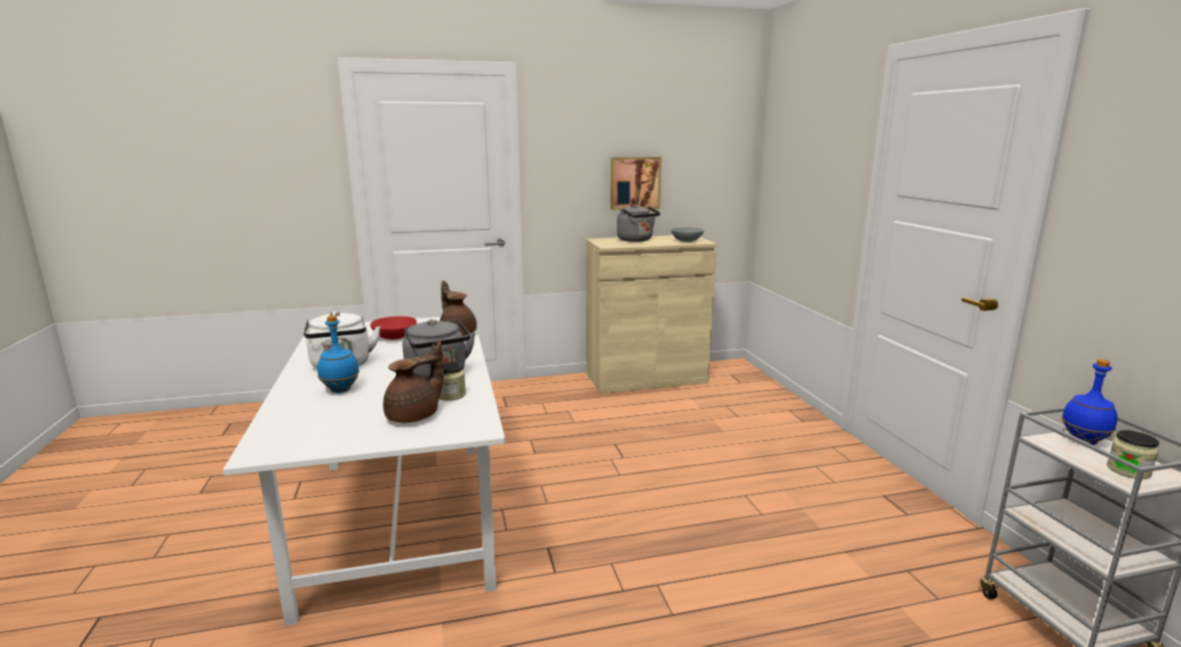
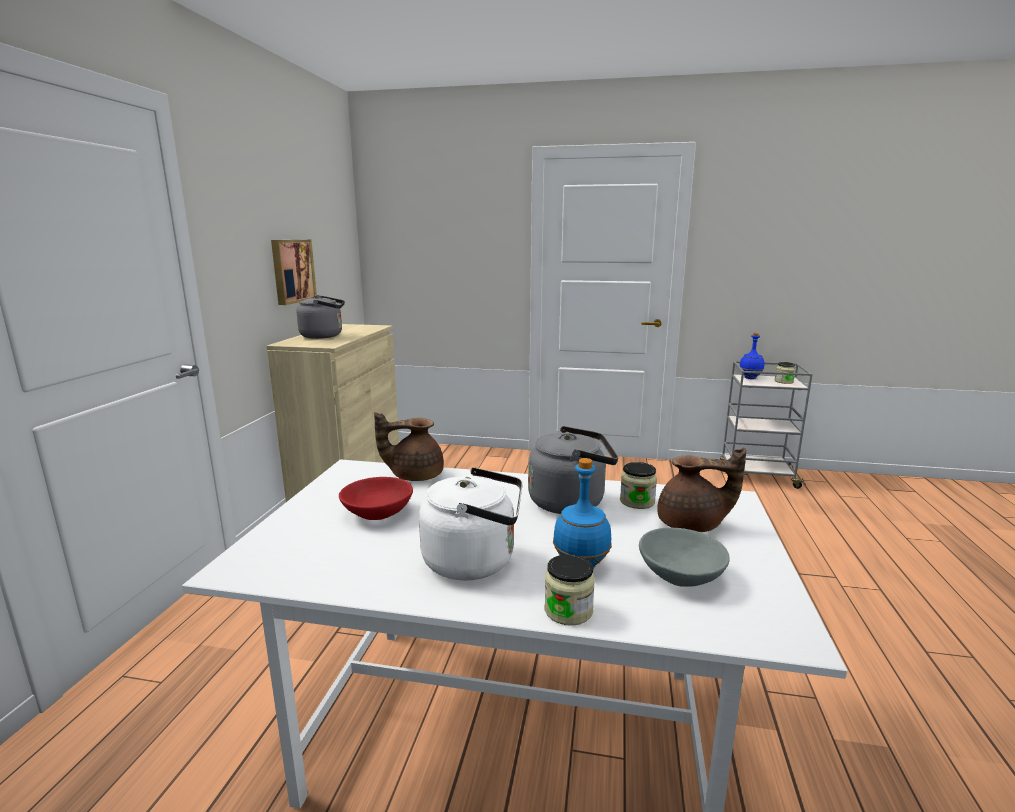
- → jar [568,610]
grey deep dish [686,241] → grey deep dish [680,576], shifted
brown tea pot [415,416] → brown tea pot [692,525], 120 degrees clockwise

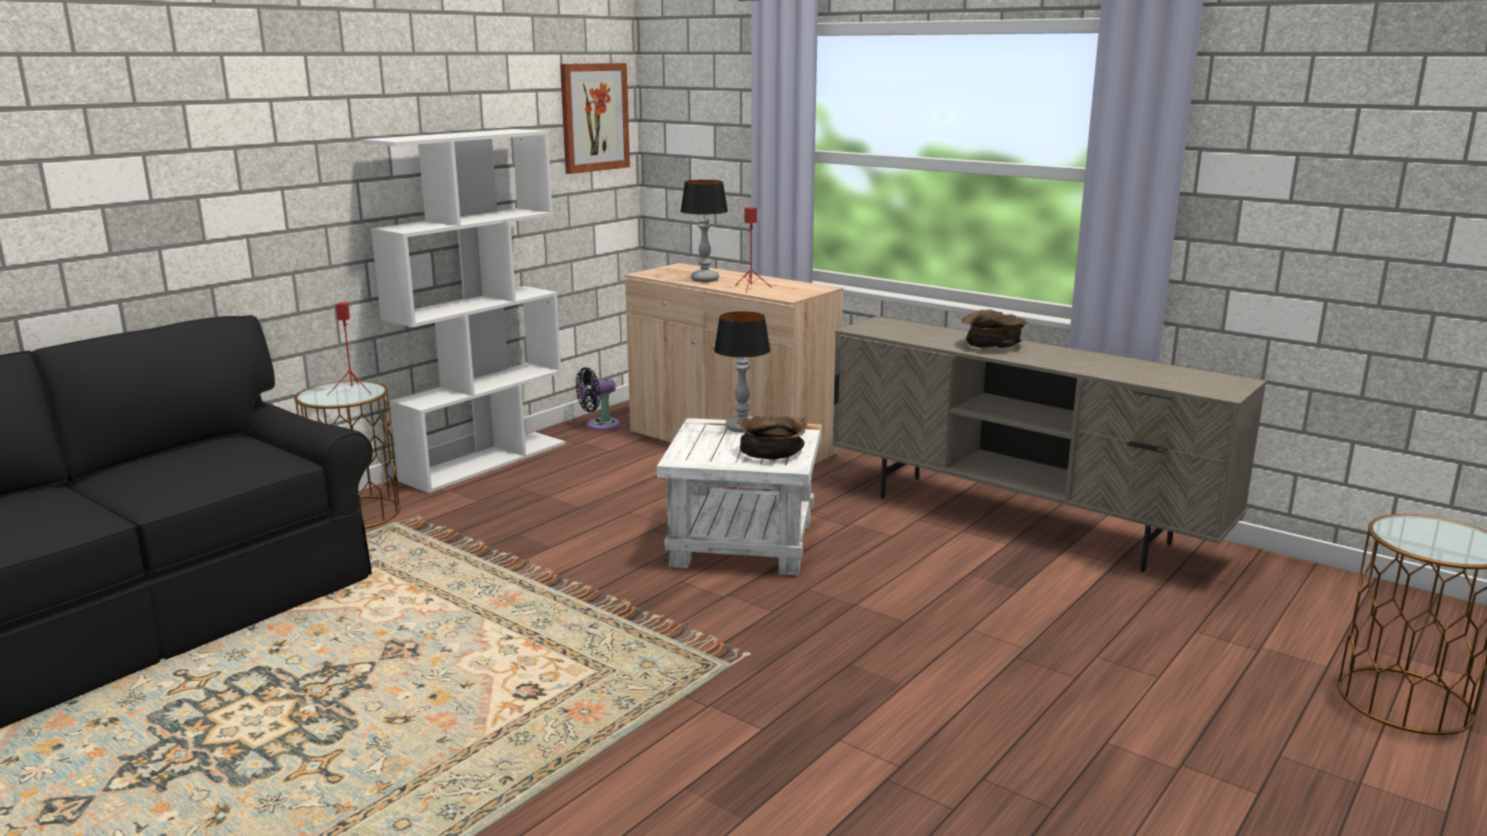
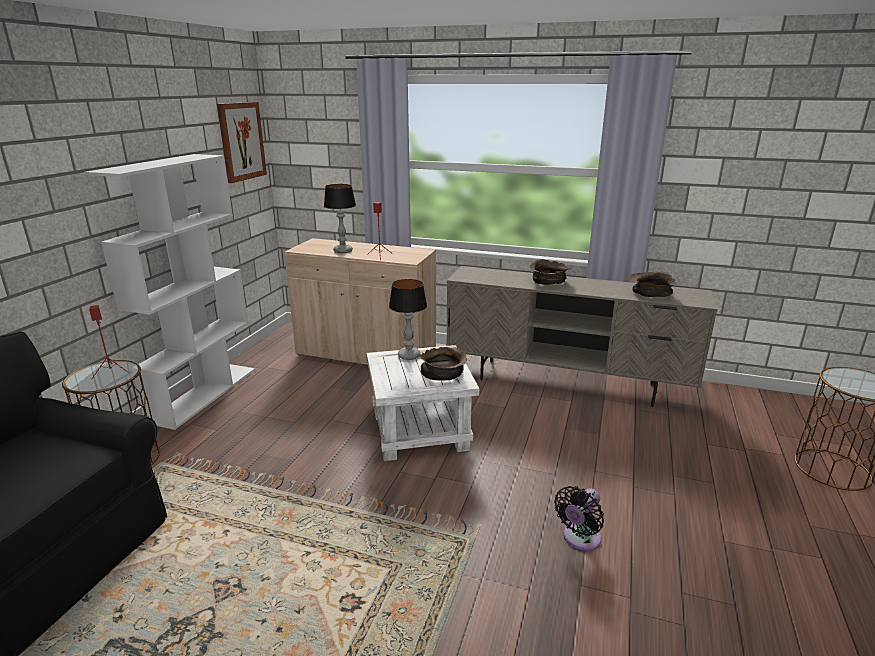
black-coloured electric fan [599,425] → black-coloured electric fan [579,539], shifted
- → brown deep dish [650,294]

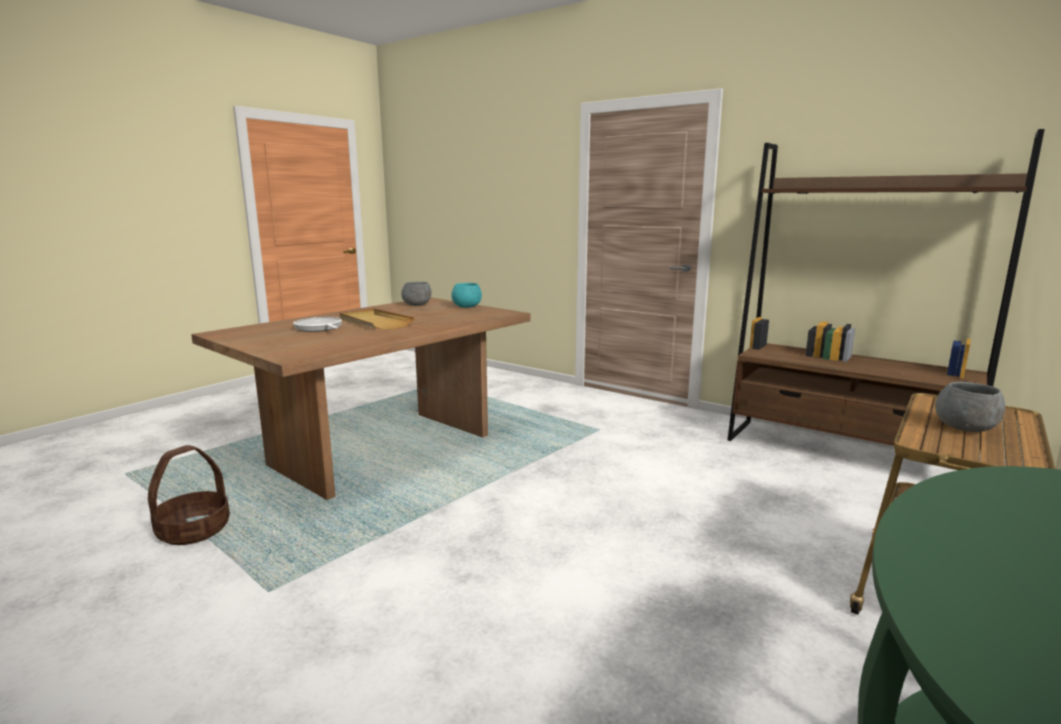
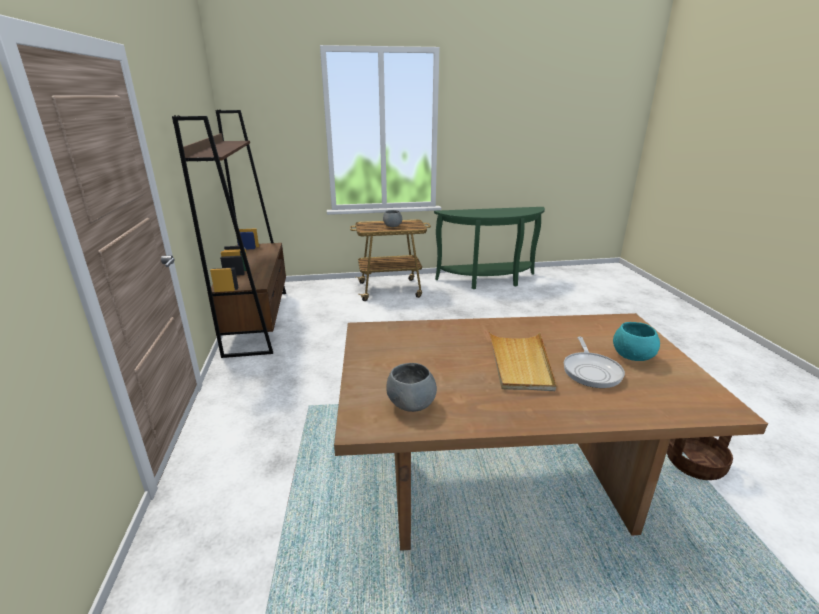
turquoise-coloured deep dish [467,307] → turquoise-coloured deep dish [632,356], shifted

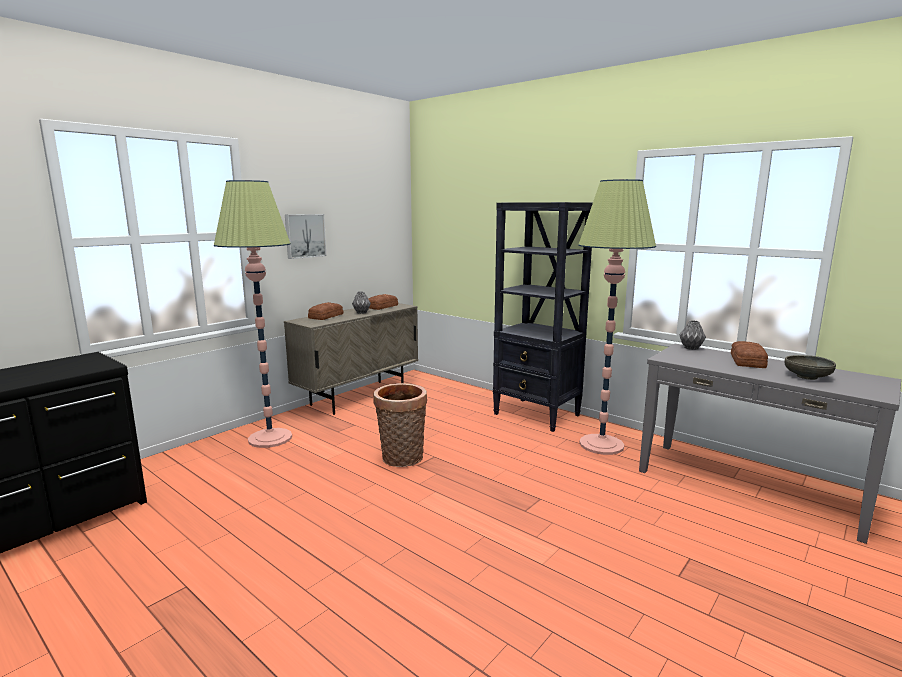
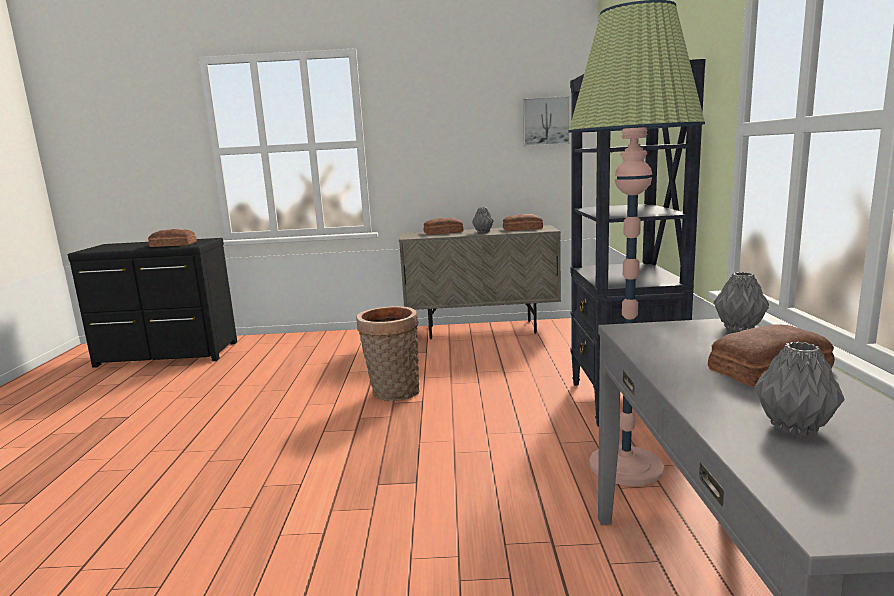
- → bakery bread [173,245]
wall picture [304,235] → wall picture [545,121], shifted
grey deep dish [807,377] → grey flower vase [792,427]
standing lamp [270,438] → -

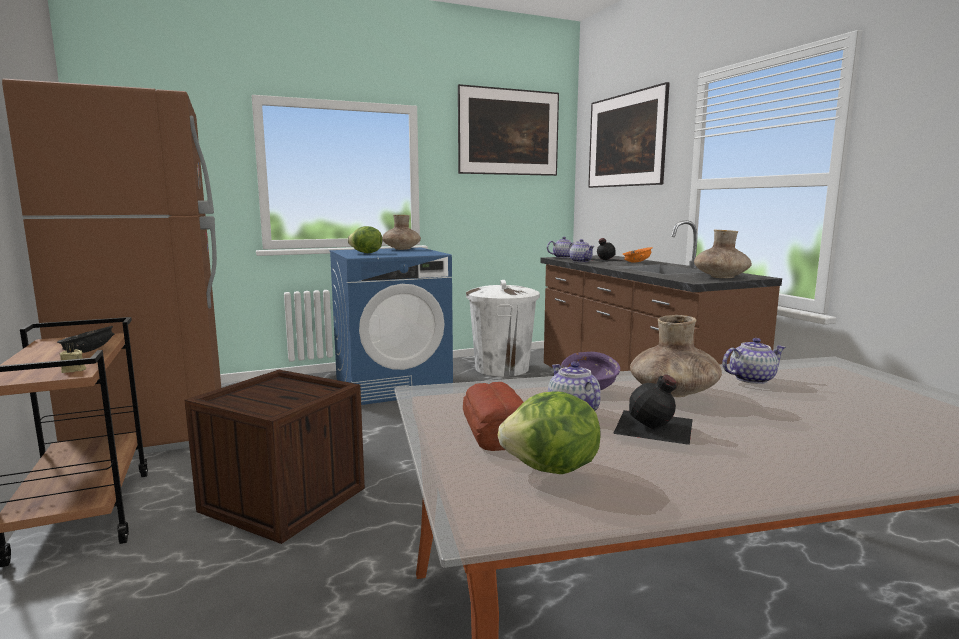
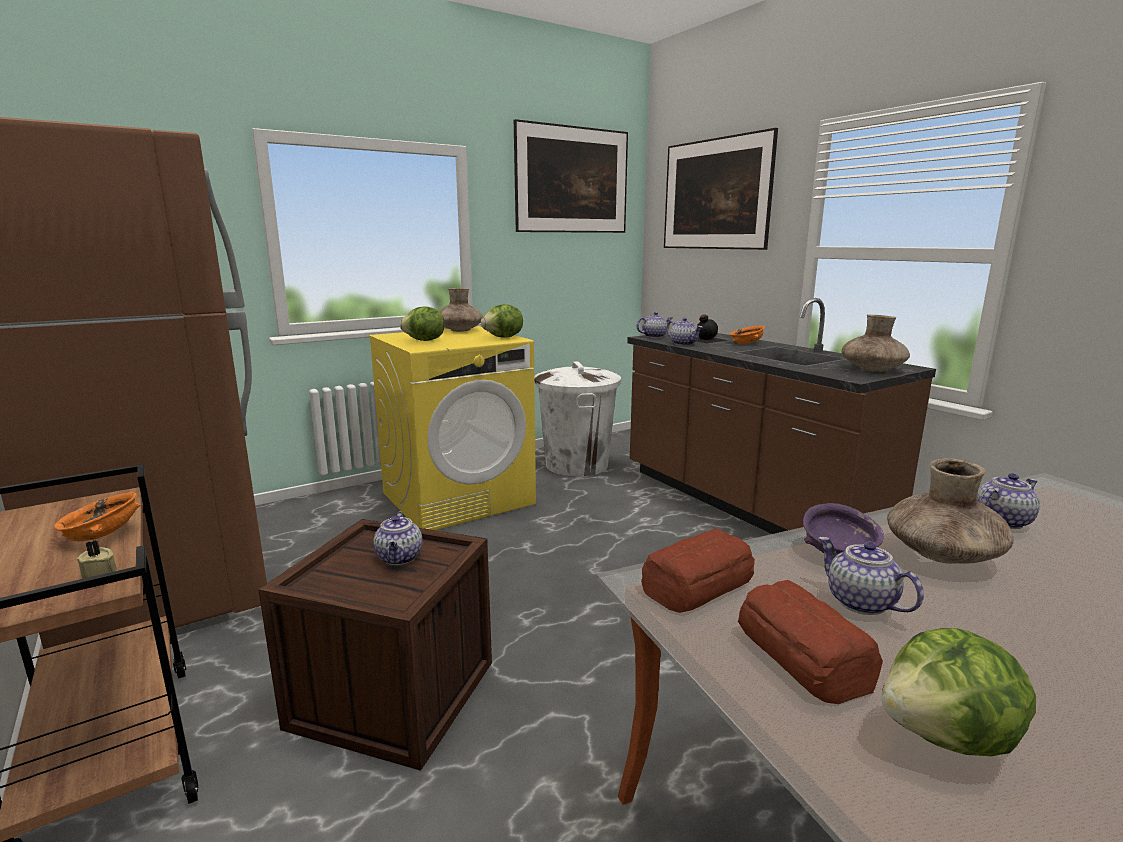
black-coloured deep dish [88,351] → orange-coloured deep dish [103,534]
blue laundry machine [393,385] → yellow laundry machine [458,498]
- → tea pot [400,558]
- → lettuce head [504,337]
- → bakery bread [695,585]
black-coloured beverage bottle [655,426] → -

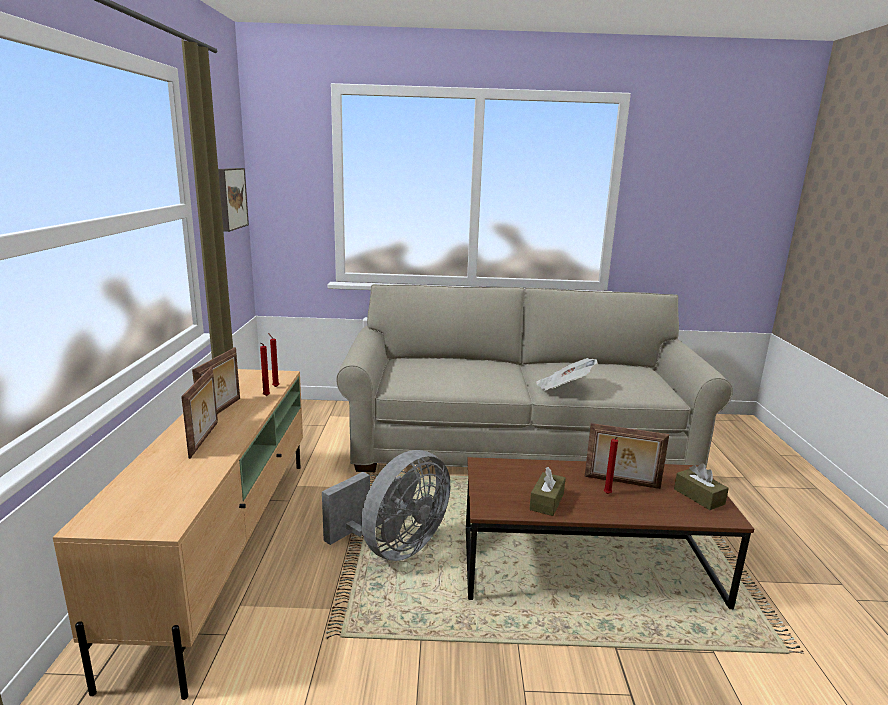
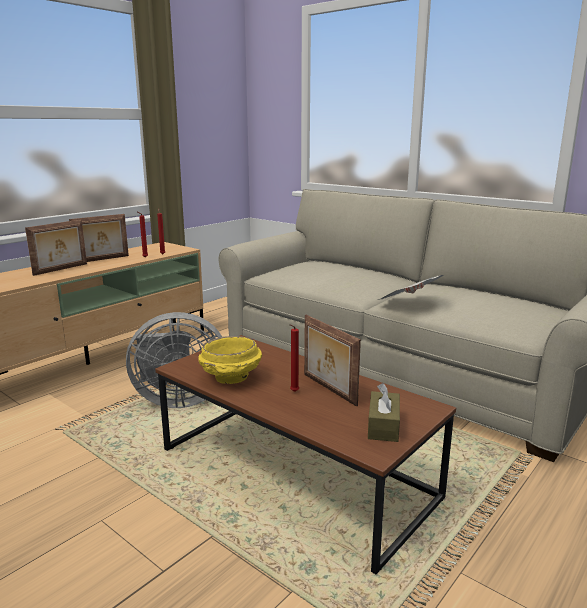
brown tissue box [546,502] → yellow deep dish [231,378]
wall picture [230,198] → -

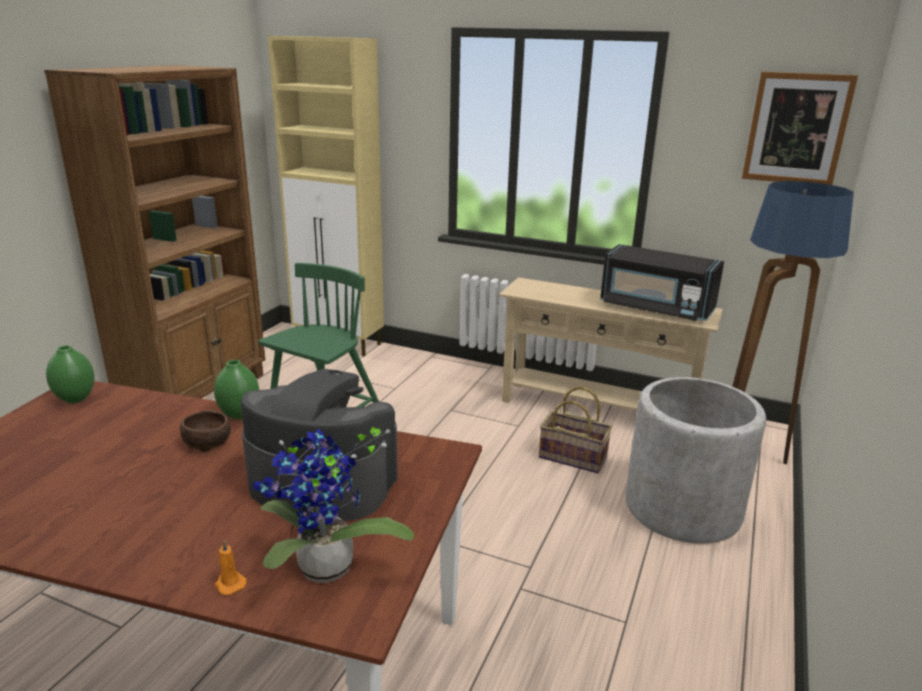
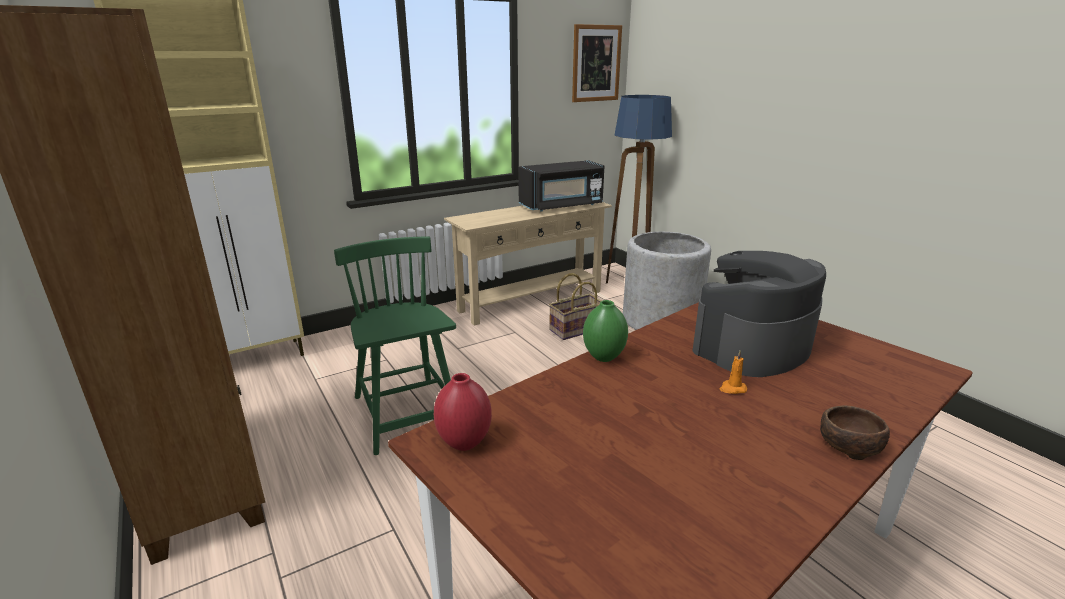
green flower vase [76,398] → reddish flower vase [464,442]
orange-coloured wax light [229,584] → orange-coloured wax light [732,389], shifted
brown deep dish [208,442] → brown deep dish [847,445], shifted
potted plant [324,572] → -

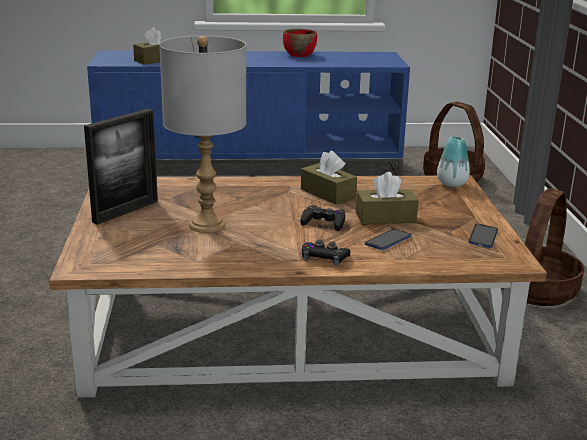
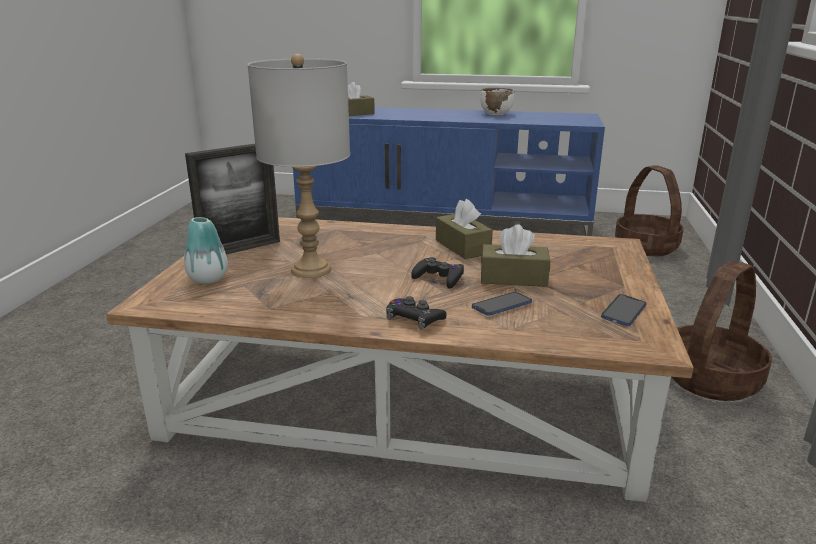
flower vase [452,183] → flower vase [208,279], shifted
reddish deep dish [299,55] → white deep dish [495,113]

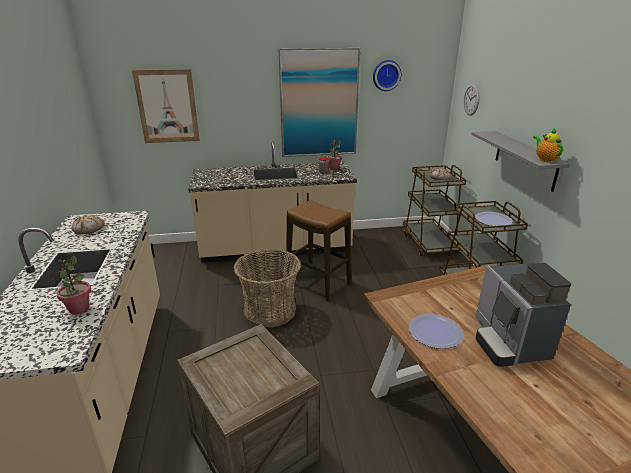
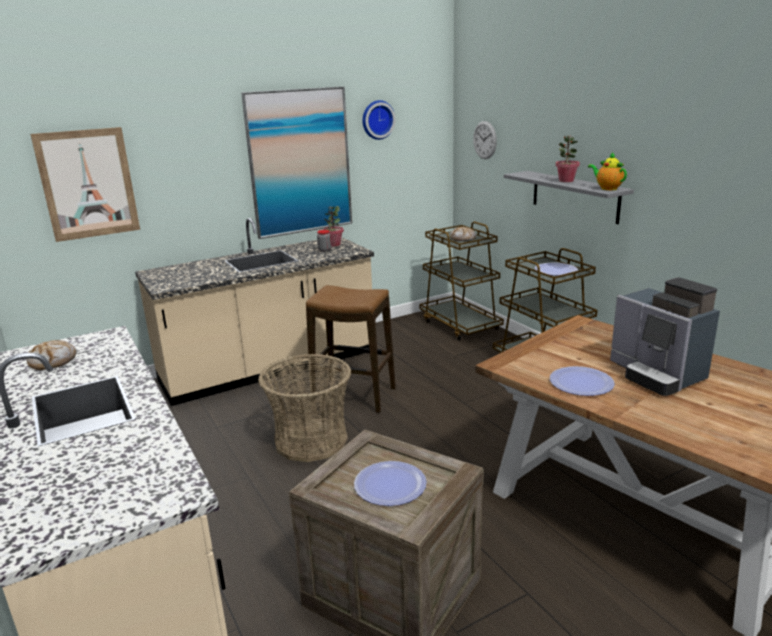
- → dinner plate [390,485]
potted plant [79,309] → potted plant [566,181], shifted

